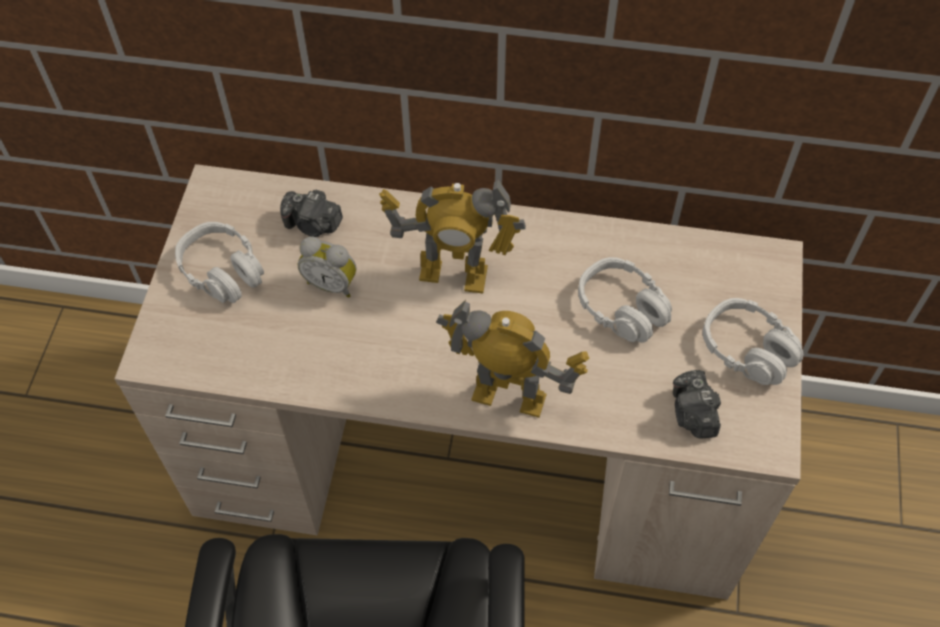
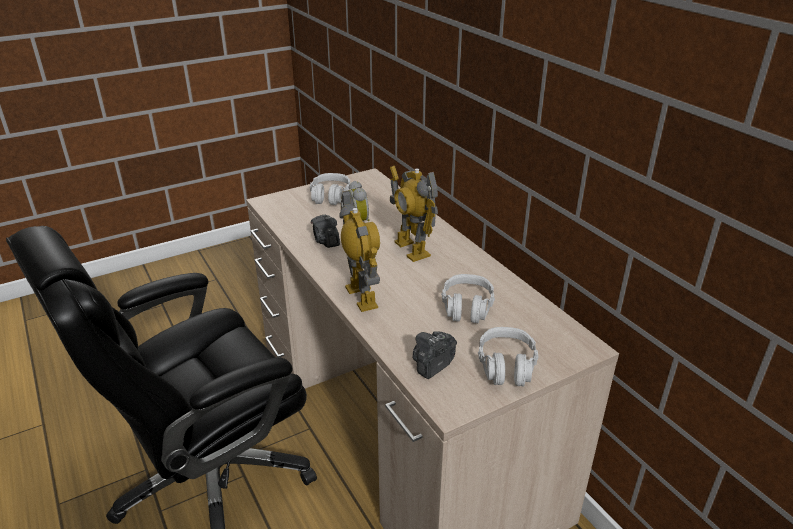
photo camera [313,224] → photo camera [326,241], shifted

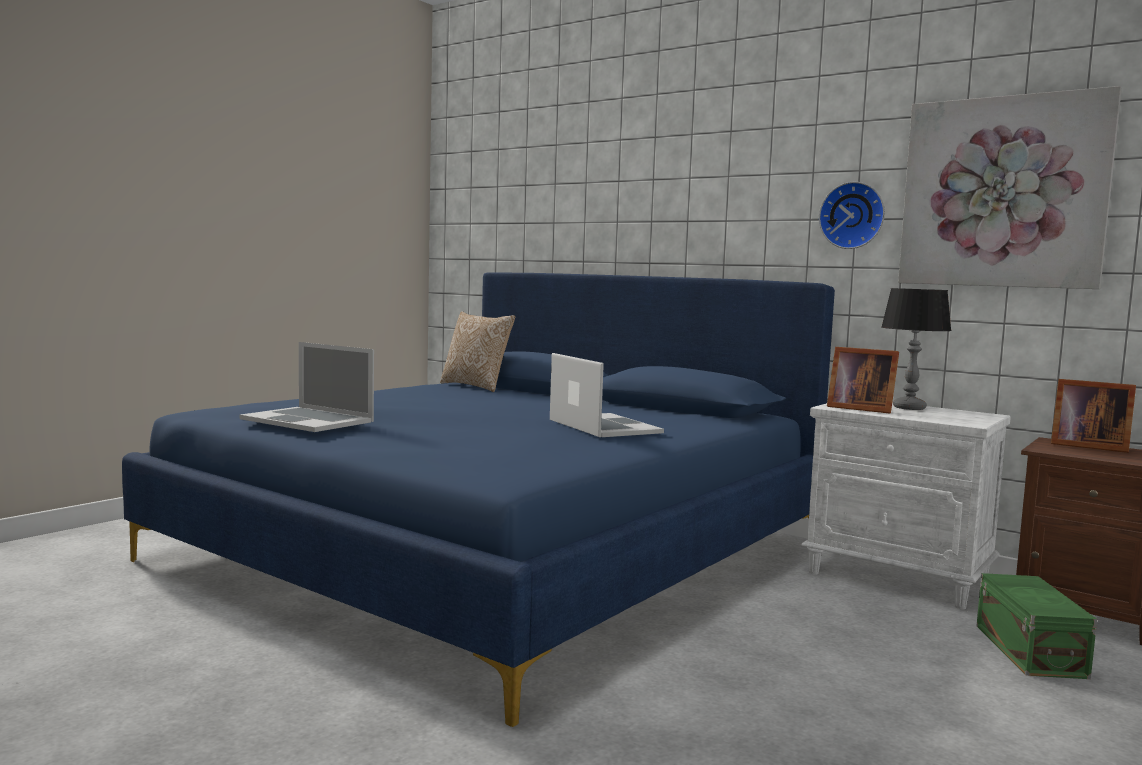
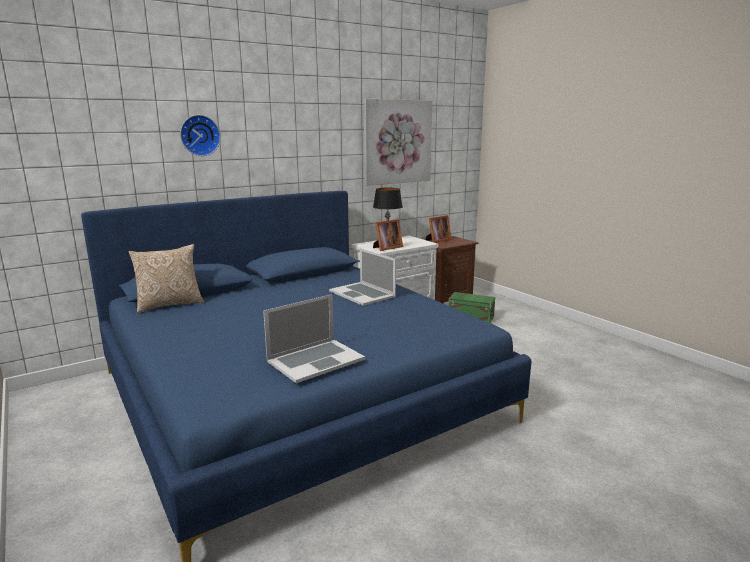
wall clock [853,215] → wall clock [199,135], shifted
notebook computer [603,426] → notebook computer [362,294], 120 degrees counterclockwise

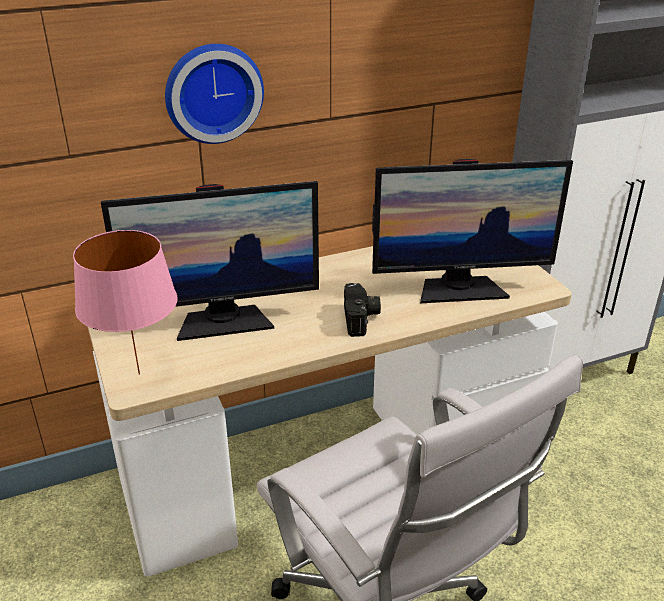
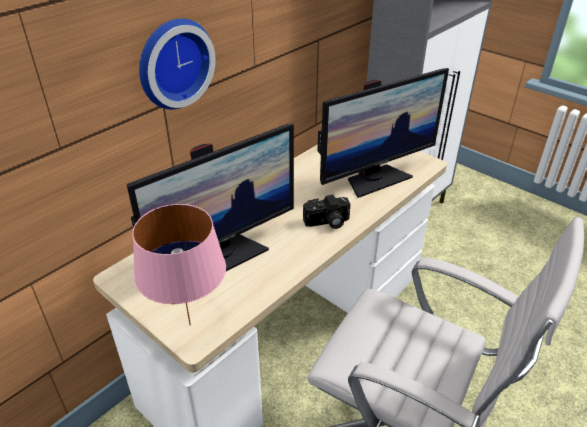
photo camera [361,319] → photo camera [327,222], 105 degrees clockwise

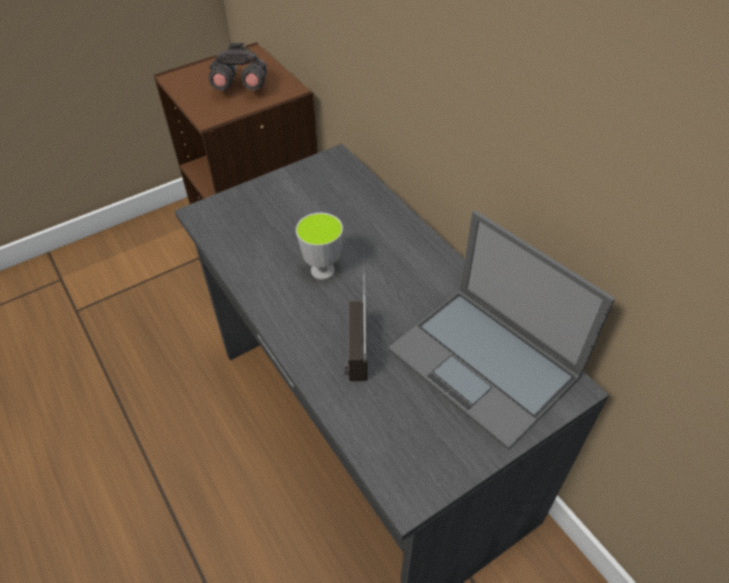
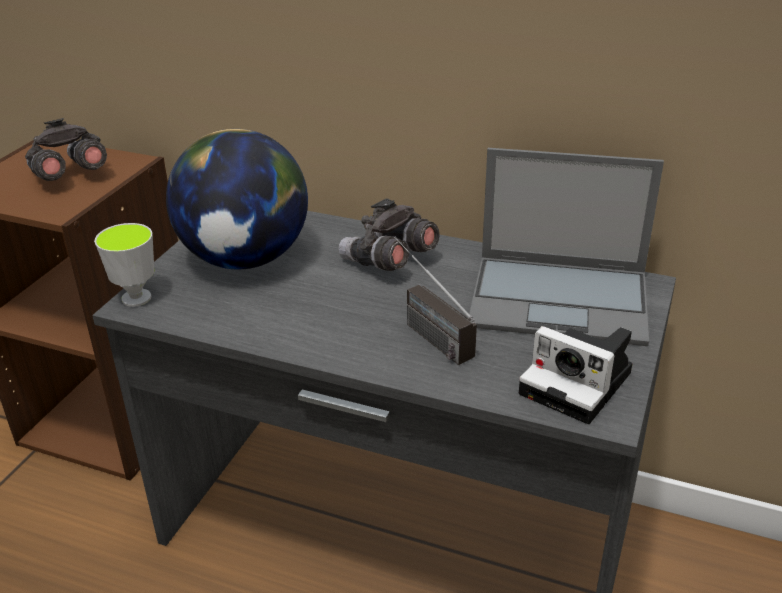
drinking cup [322,271] → drinking cup [136,298], shifted
- → globe [245,259]
- → grey field glasses [388,261]
- → photo camera [580,384]

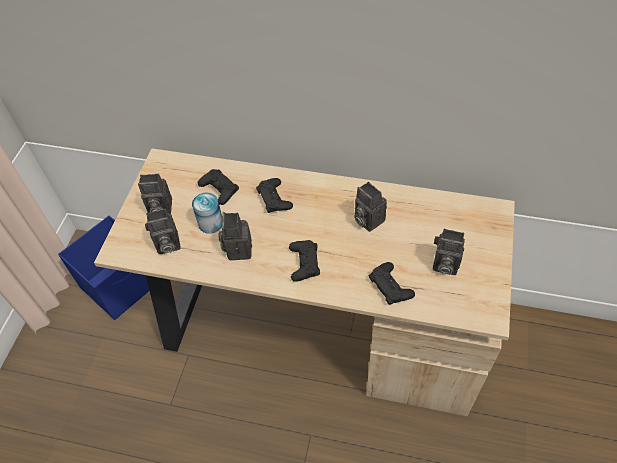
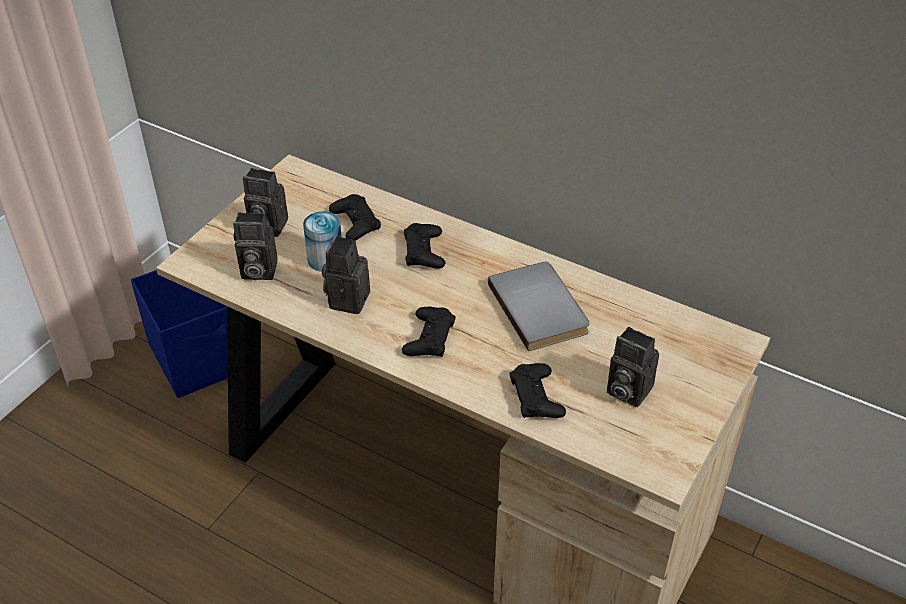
photo camera [367,220] → grey volume [541,308]

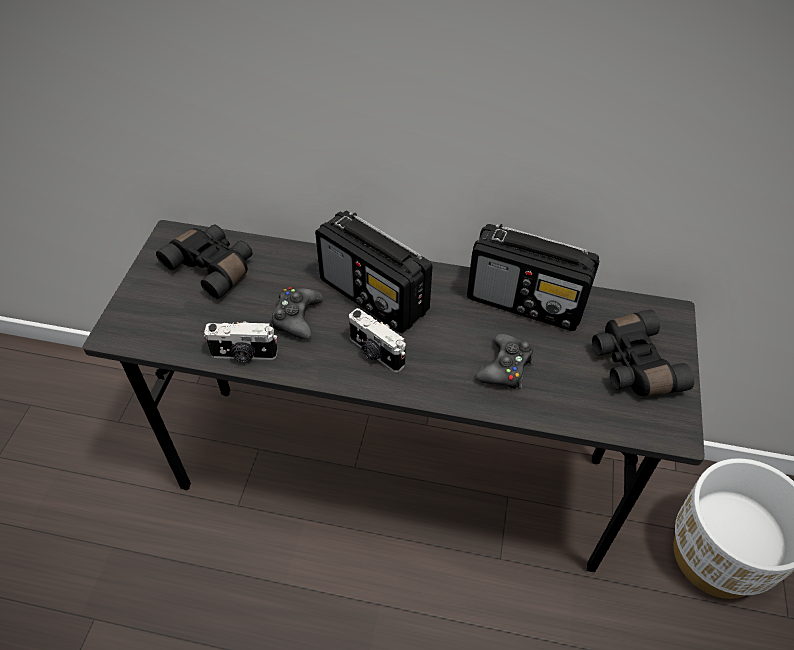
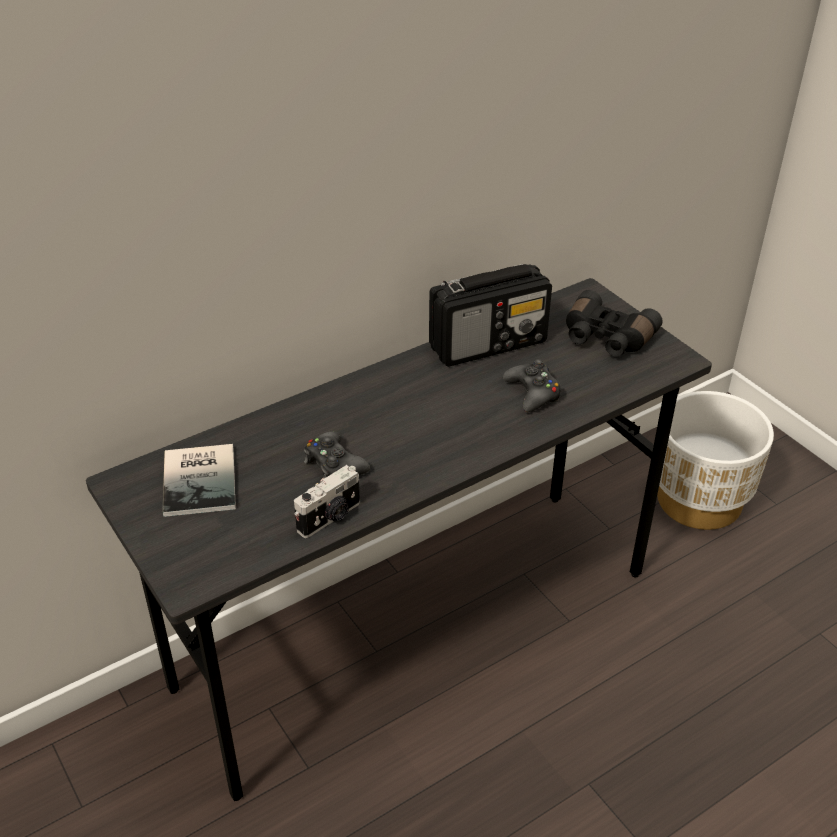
black-coloured field glasses [213,267] → volume [202,479]
radio receiver [374,296] → -
photo camera [375,353] → -

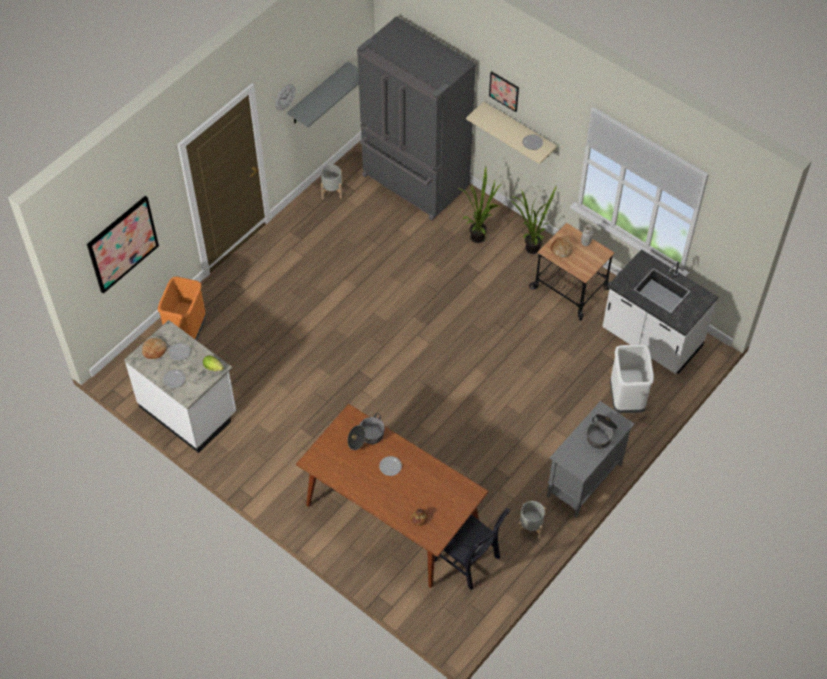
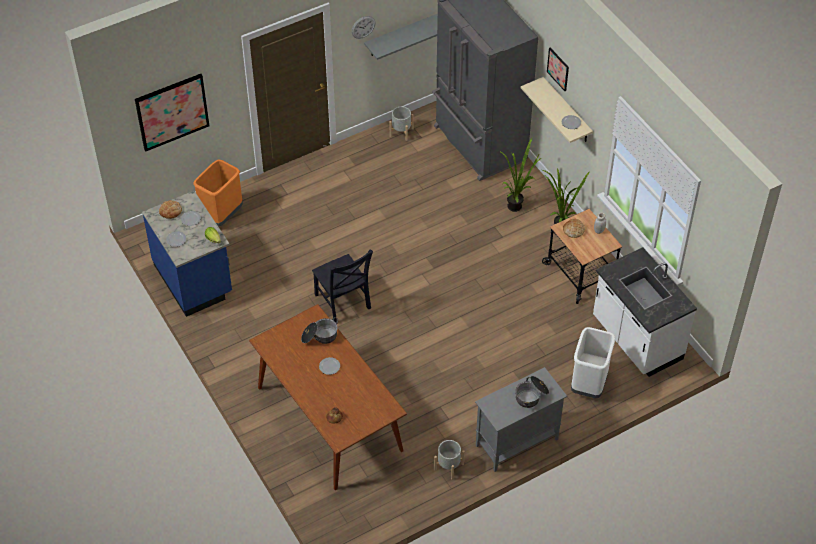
white counter [189,410] → blue counter [194,279]
black-coloured chair [468,561] → black-coloured chair [343,303], shifted

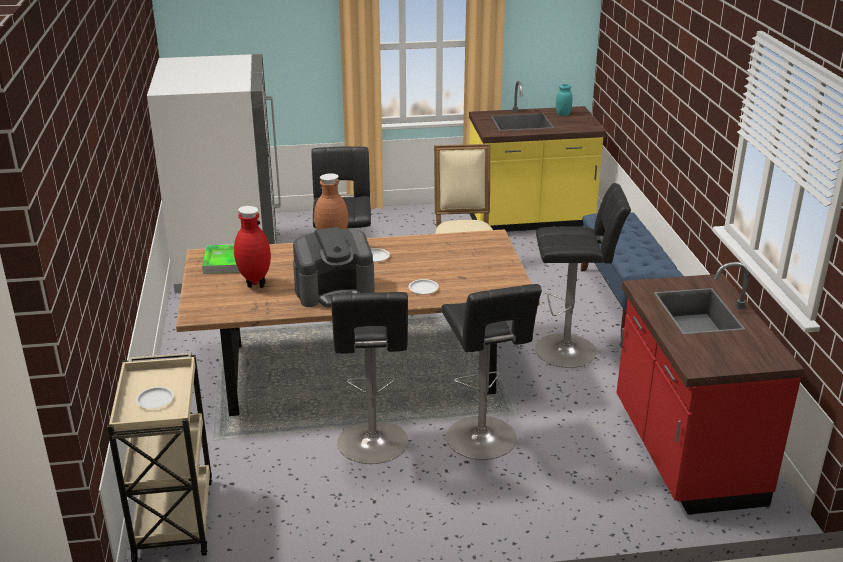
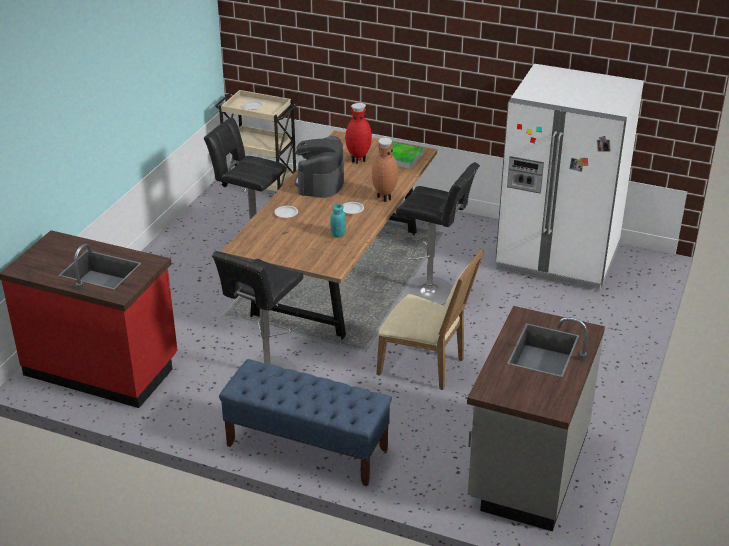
turquoise-coloured jar [563,114] → turquoise-coloured jar [338,234], shifted
yellow counter [530,221] → grey counter [527,467]
black-coloured stool seat [483,440] → -

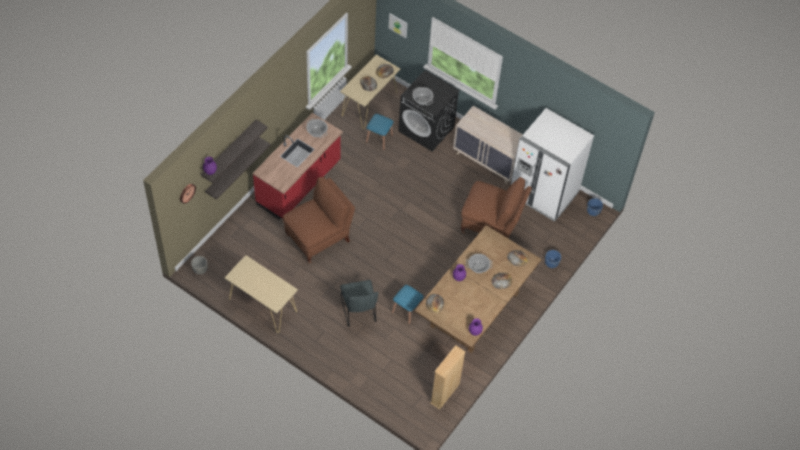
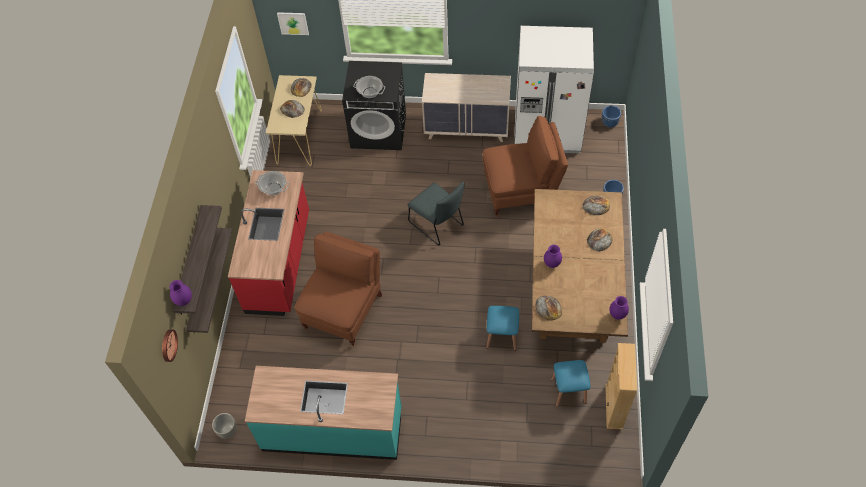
beige-coloured hall table [262,305] → turquoise-coloured counter [333,429]
grey chair [359,311] → grey chair [438,225], shifted
blue stool seat [379,139] → blue stool seat [568,391], shifted
stockpot [478,267] → -

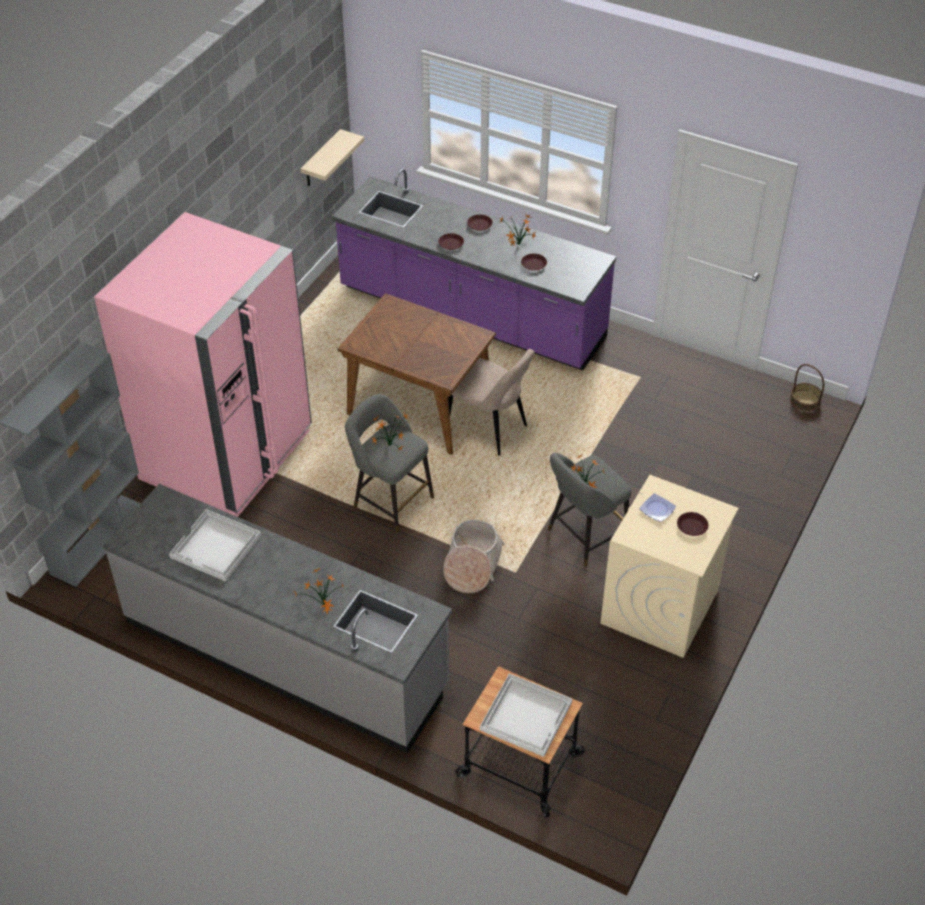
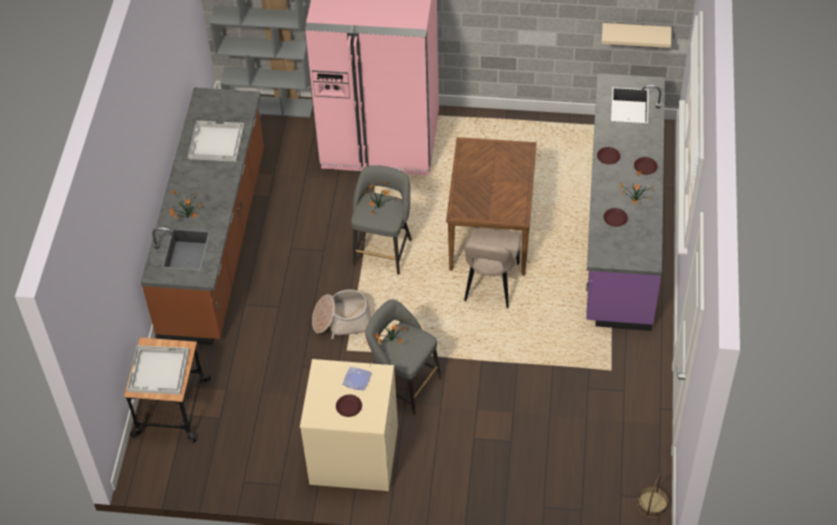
grey counter [286,653] → brown counter [215,243]

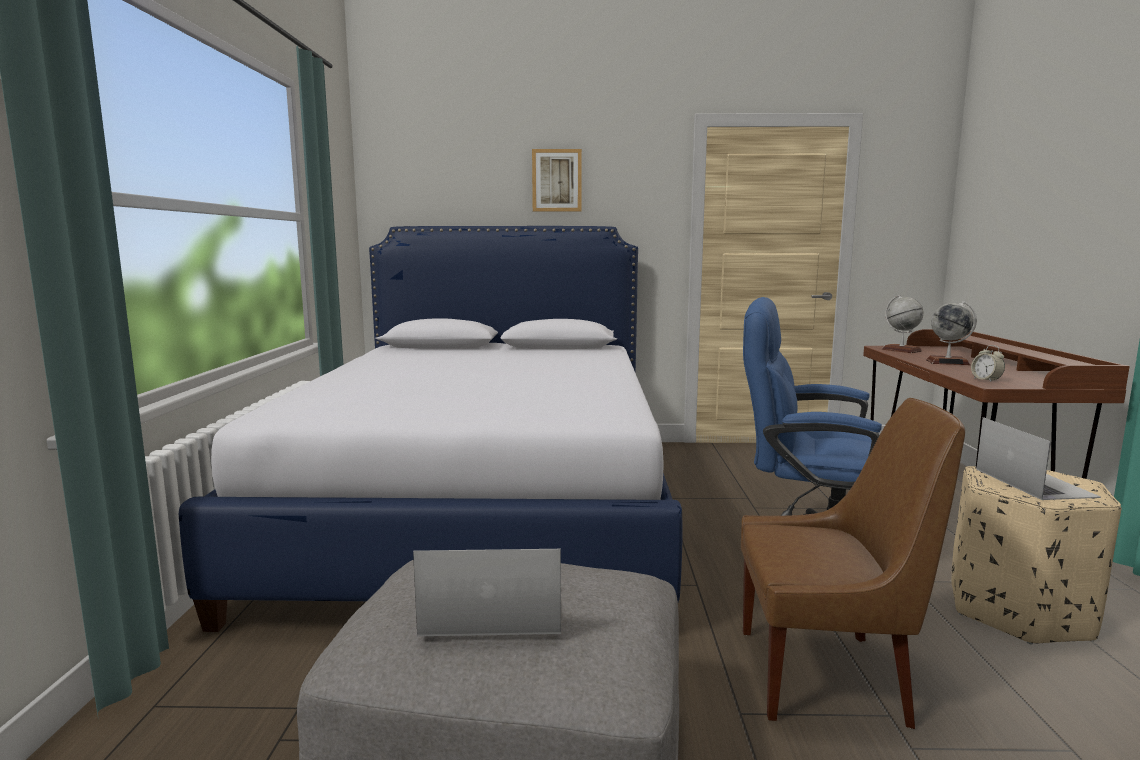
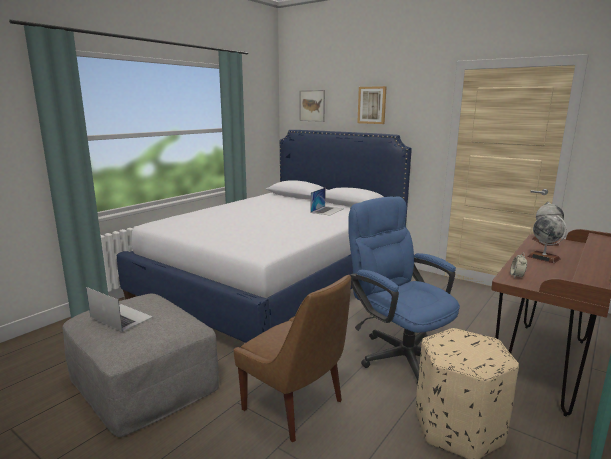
- → wall picture [312,105]
notebook computer [1034,482] → notebook computer [327,210], shifted

